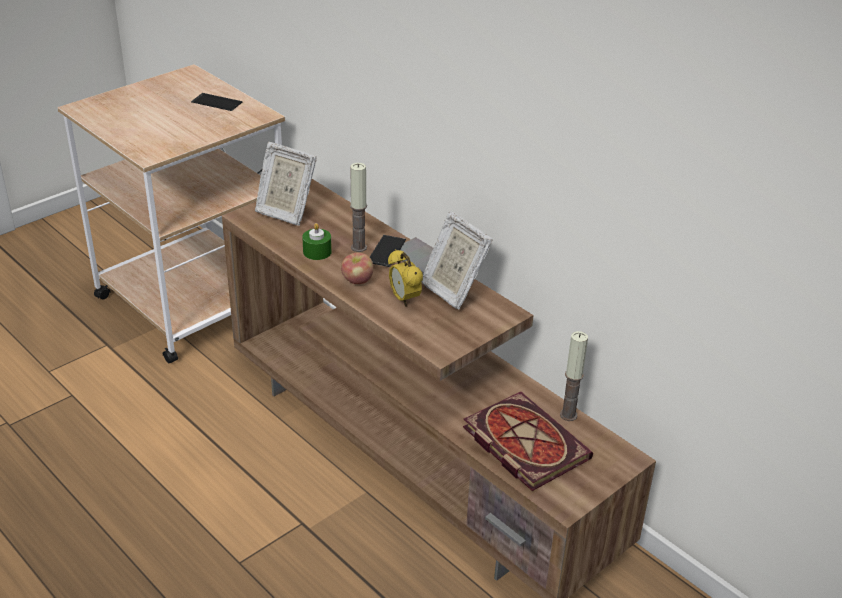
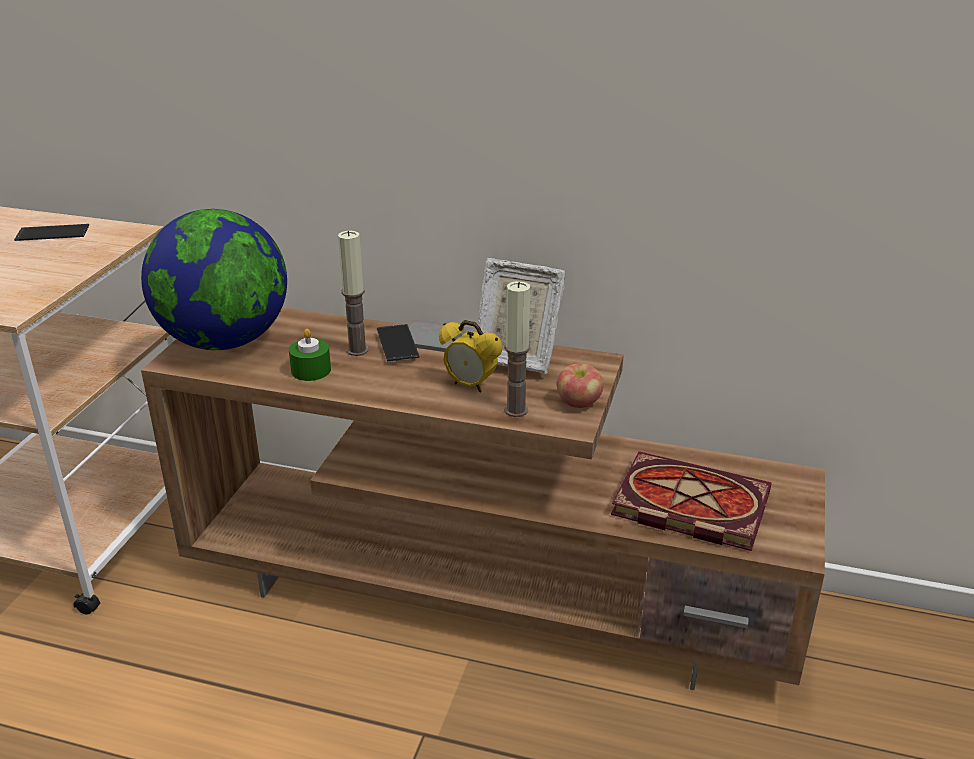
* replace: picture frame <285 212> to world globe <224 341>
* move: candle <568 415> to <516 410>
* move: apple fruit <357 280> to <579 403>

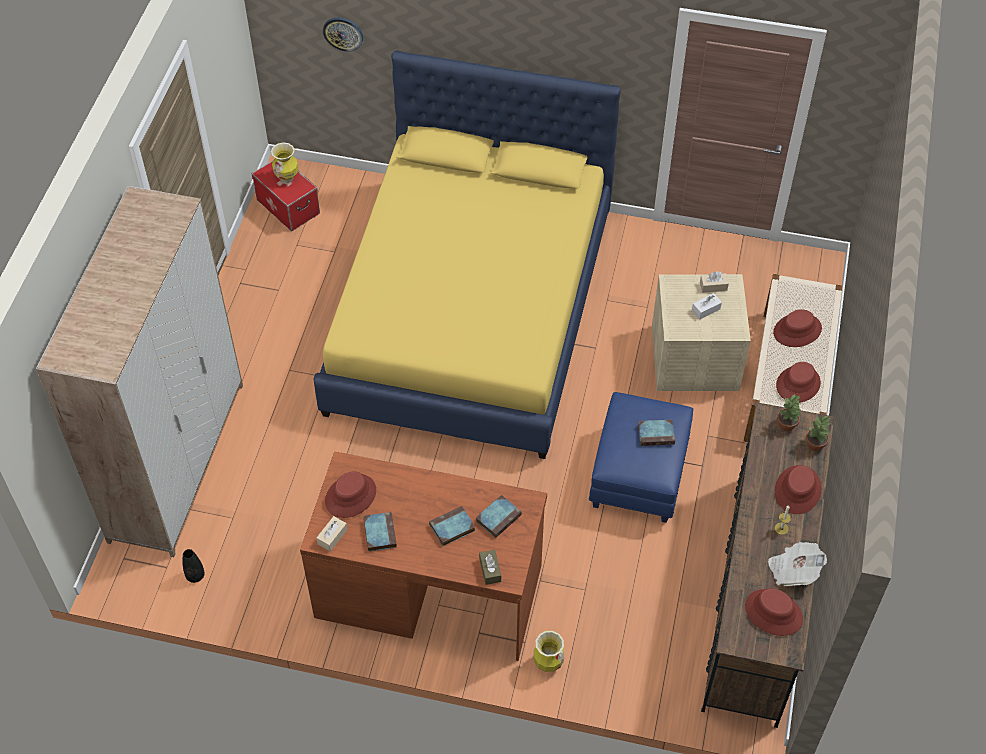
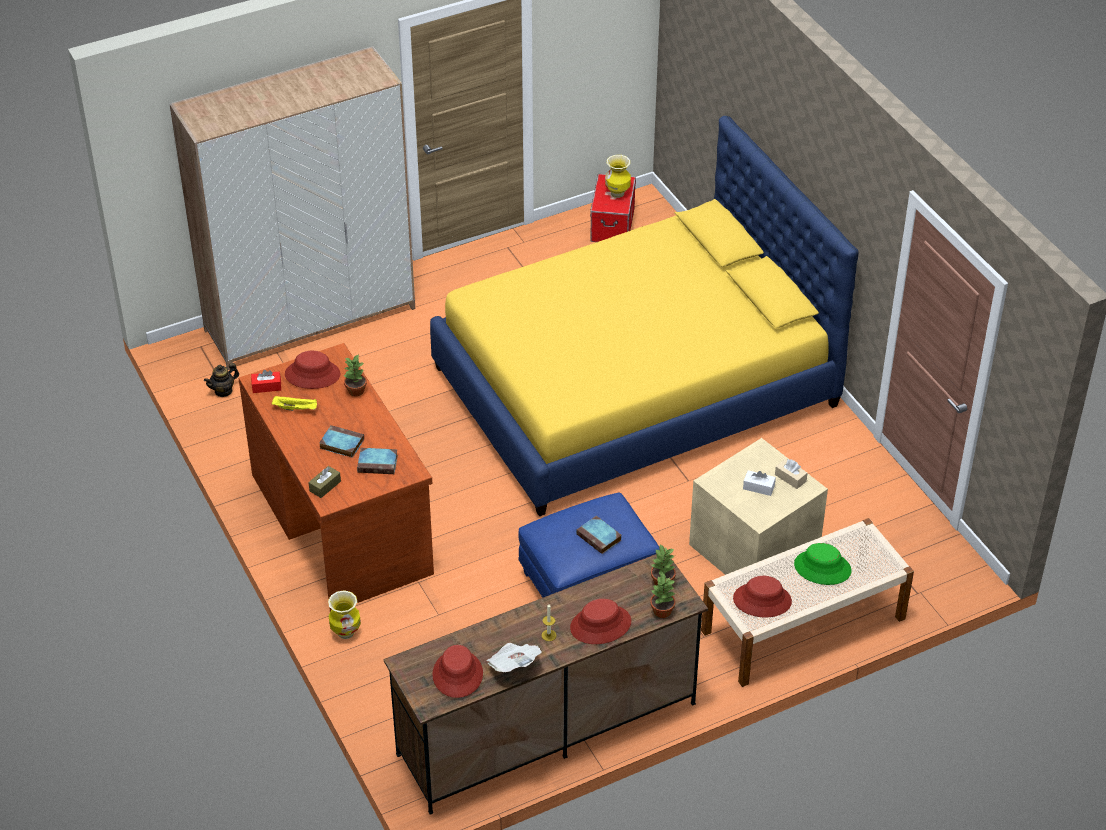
* replace: flower vase in black <195 576> to pot for tea <223 391>
* recolor: box of tissues in sand-coloured <332 537> to box of tissues in red <266 386>
* replace: book <379 533> to serving tray in yellow-coloured <296 408>
* insert: houseplant <355 391>
* recolor: hat in red <797 331> to hat in green-coloured <822 568>
* delete: wall clock <343 33>

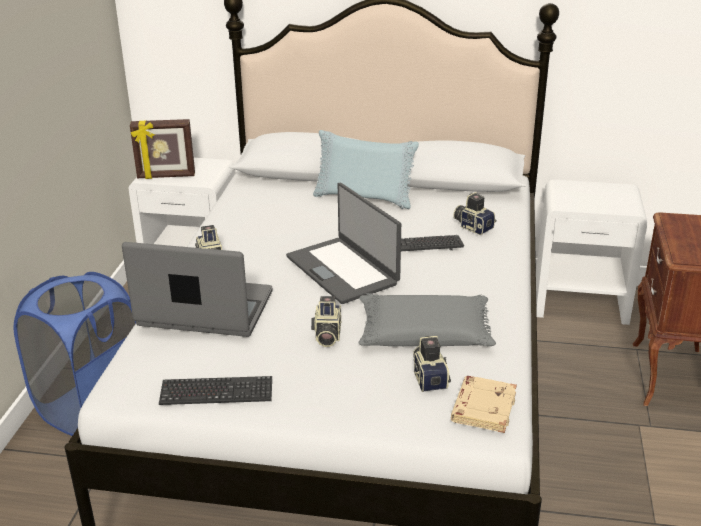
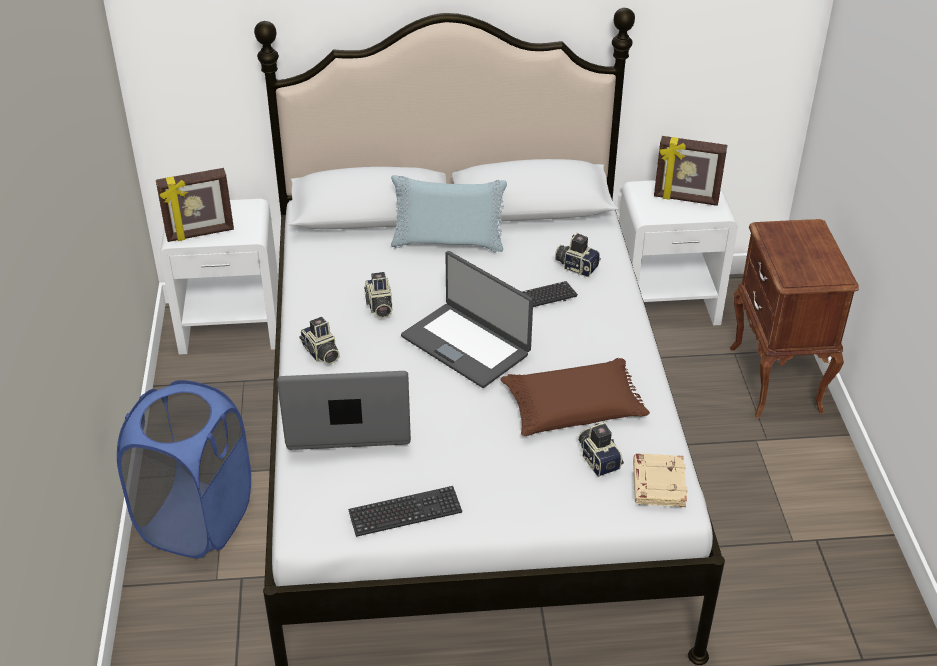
* move: still camera <326 335> to <379 306>
* recolor: pillow in greyish <424 329> to pillow in brown <573 404>
* insert: picture frame <685 199>

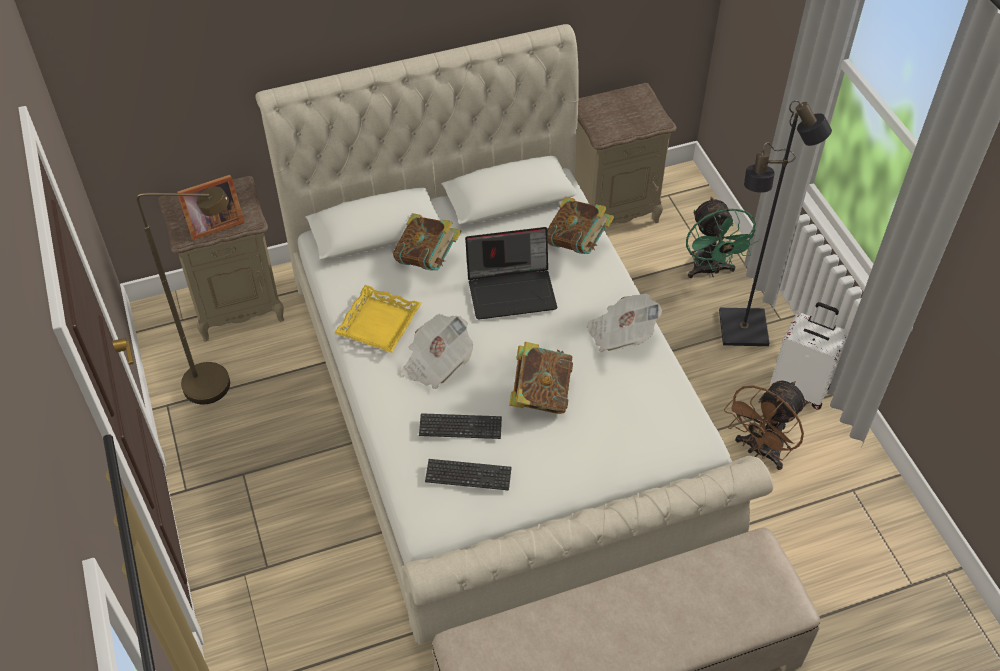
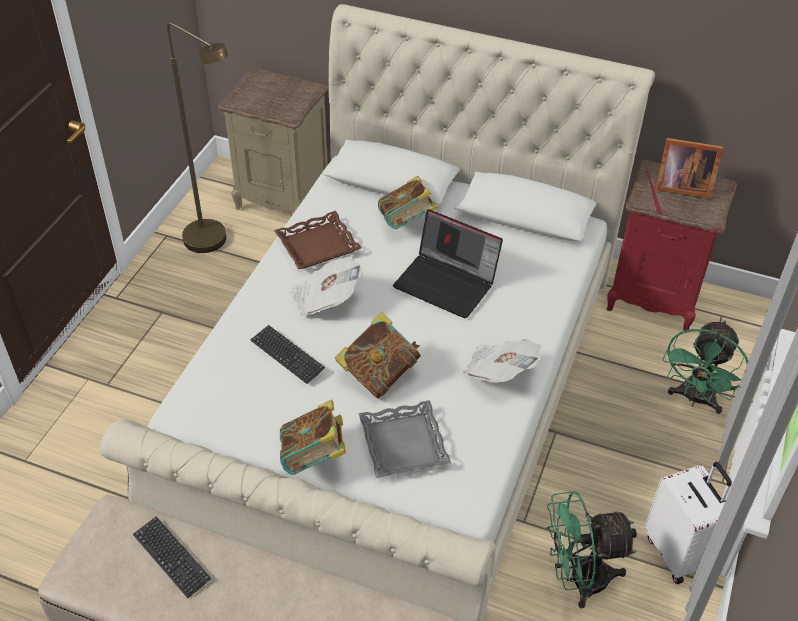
* move: computer keyboard <468 475> to <171 557>
* recolor: serving tray in yellow-coloured <379 324> to serving tray in brown <318 246>
* move: book <577 243> to <314 457>
* insert: serving tray in greyish <404 444>
* recolor: fan in brown <760 451> to fan in green-coloured <578 579>
* recolor: night table in sand-coloured <613 210> to night table in red <654 299>
* move: picture frame <212 224> to <681 186>
* delete: standard lamp in black <743 328>

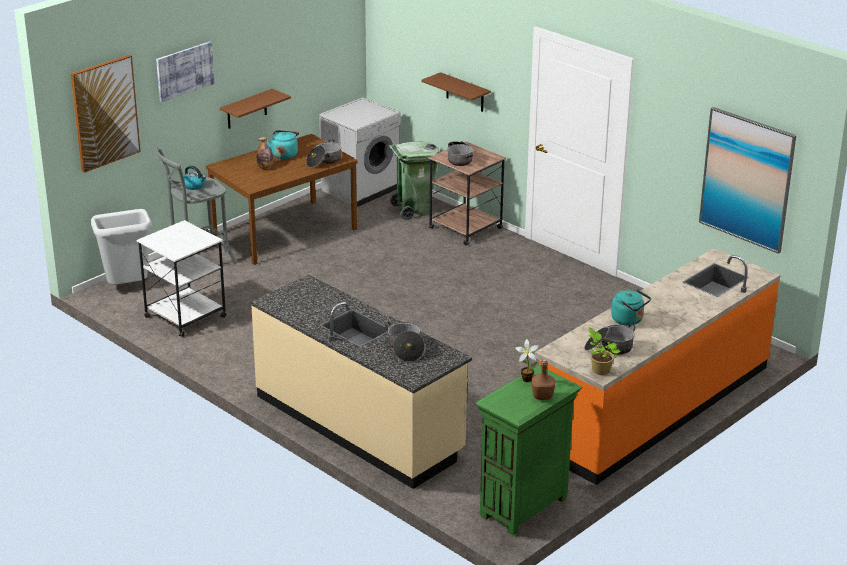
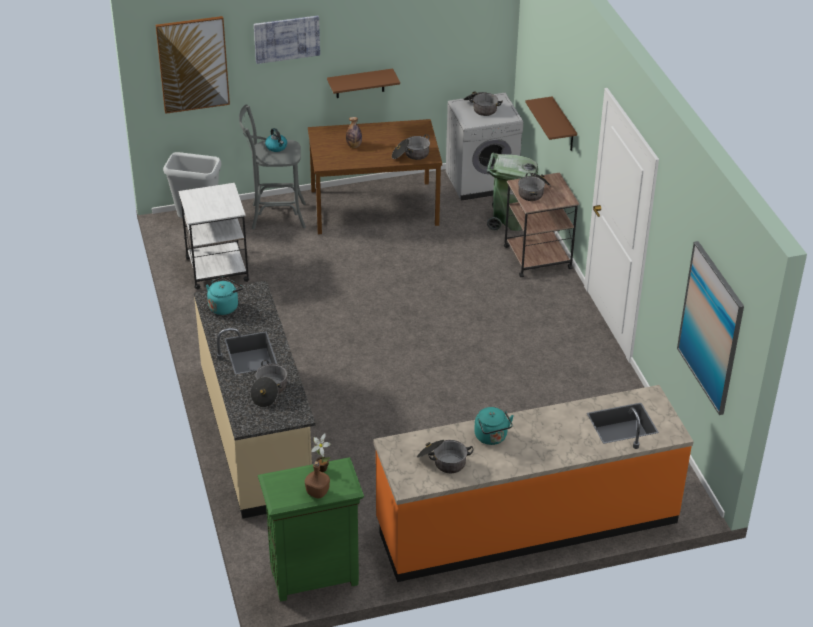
* move: water kettle in turquoise <285 154> to <224 306>
* insert: saucepot <481 108>
* delete: houseplant <600 370>

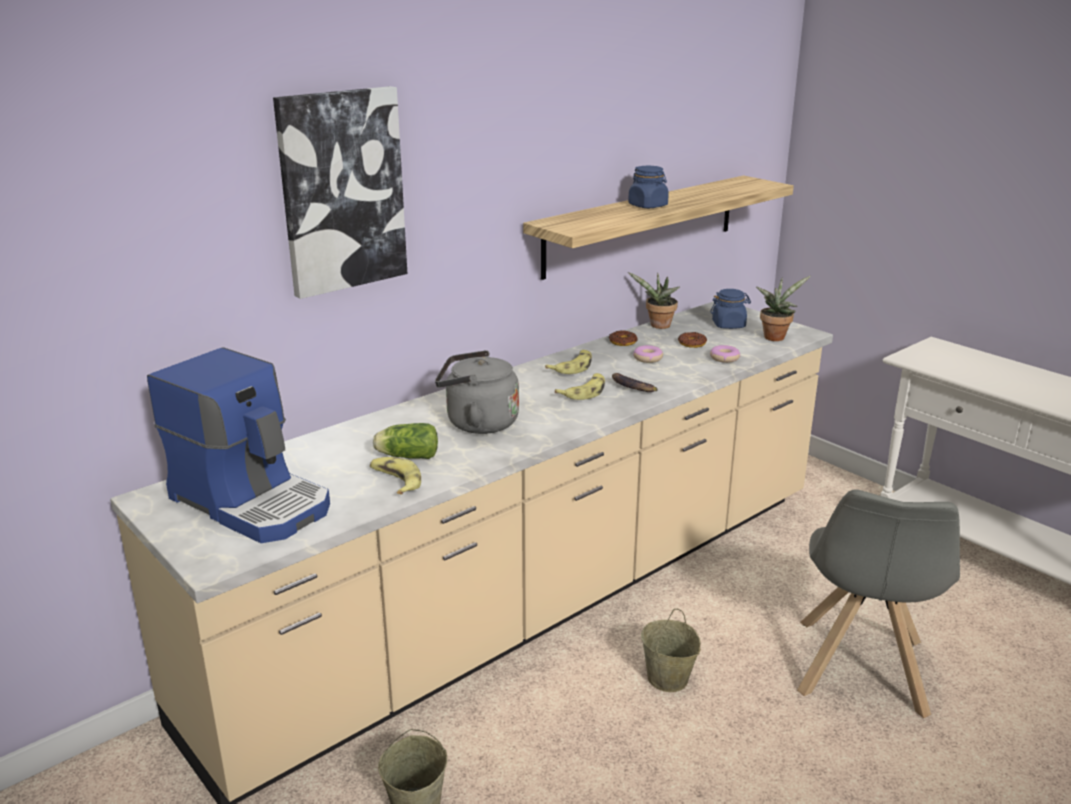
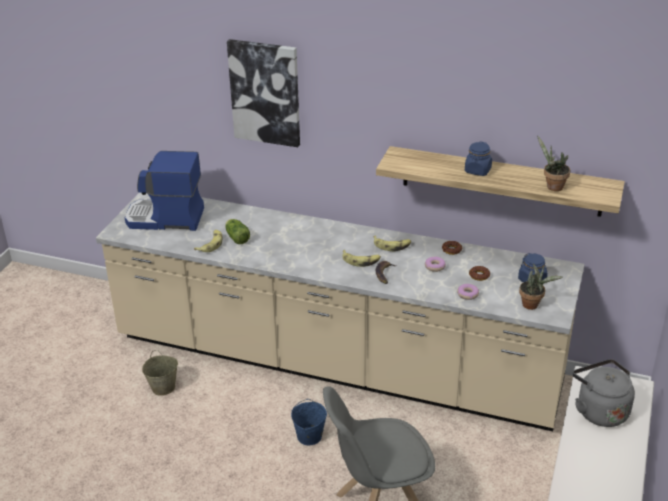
* rotate: coffee maker <253 502> = <165 219> 90 degrees clockwise
* recolor: water bucket in sand-coloured <668 679> to water bucket in blue <309 437>
* move: houseplant <658 326> to <552 186>
* move: water kettle in greyish <477 423> to <599 410>

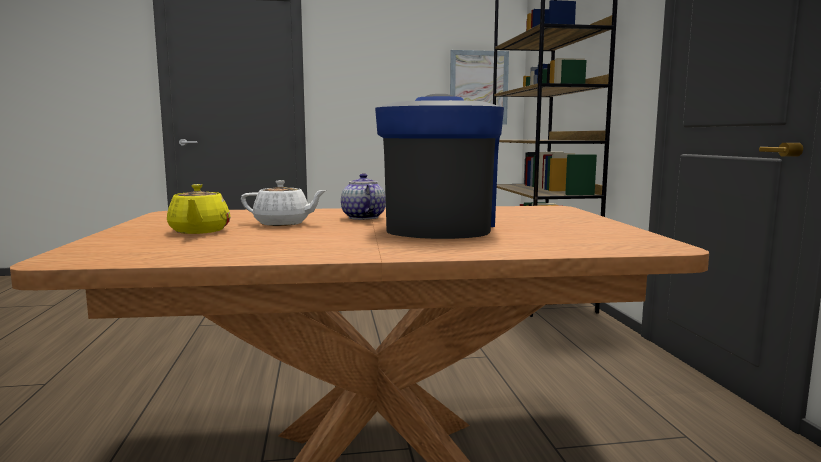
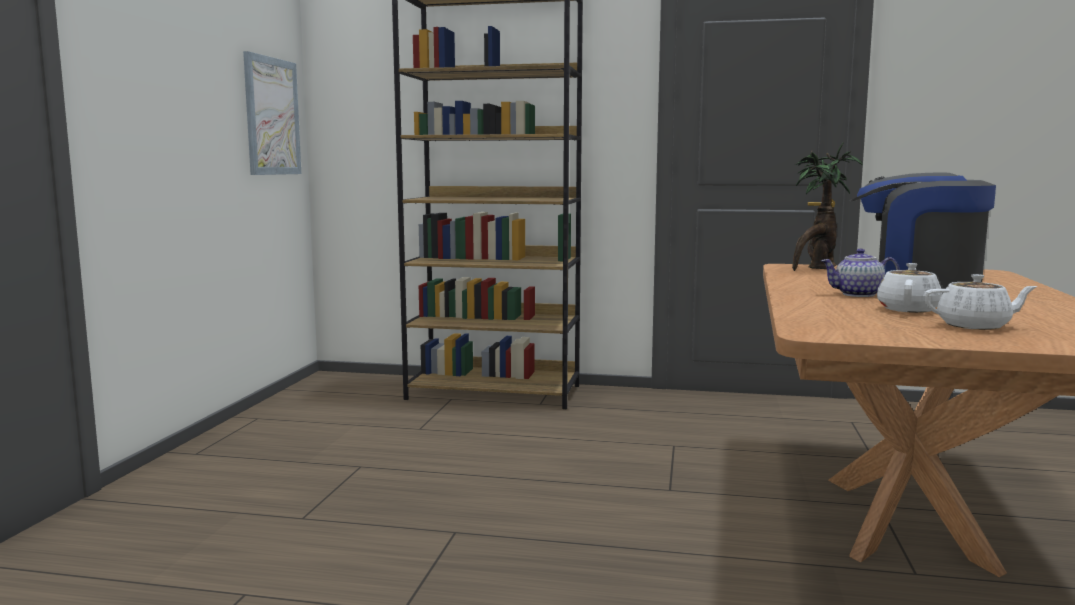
* insert: houseplant <817 269>
* recolor: pot for tea in yellow-coloured <199 231> to pot for tea in white <975 326>

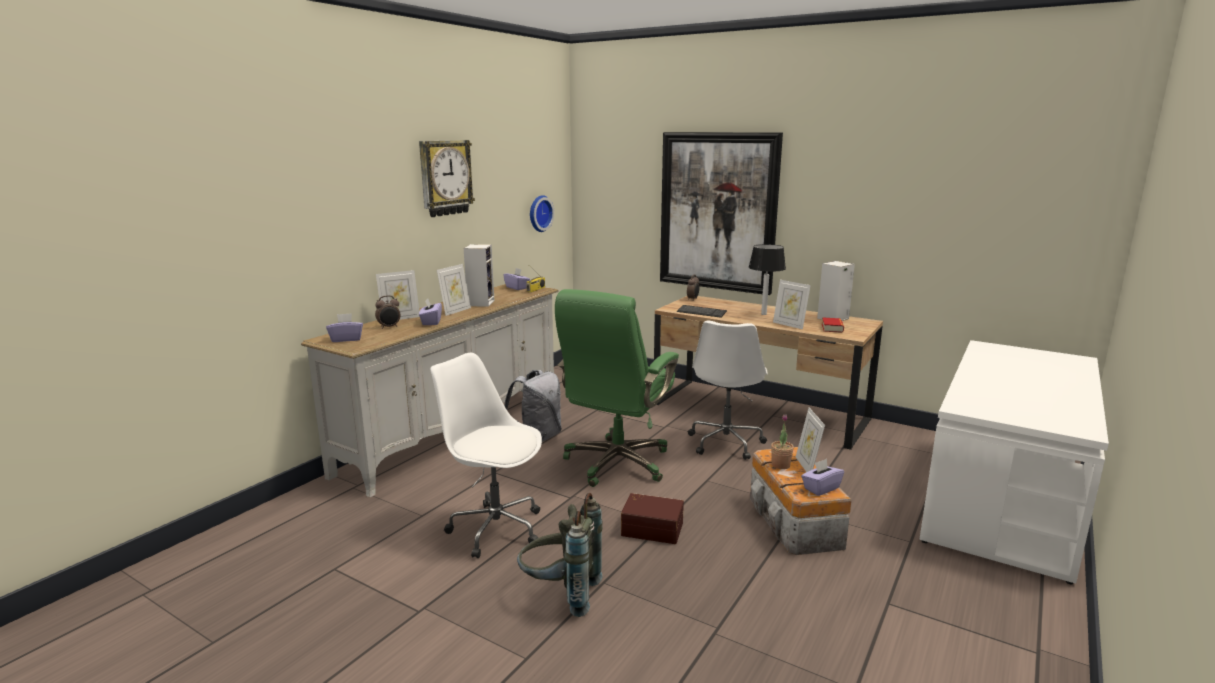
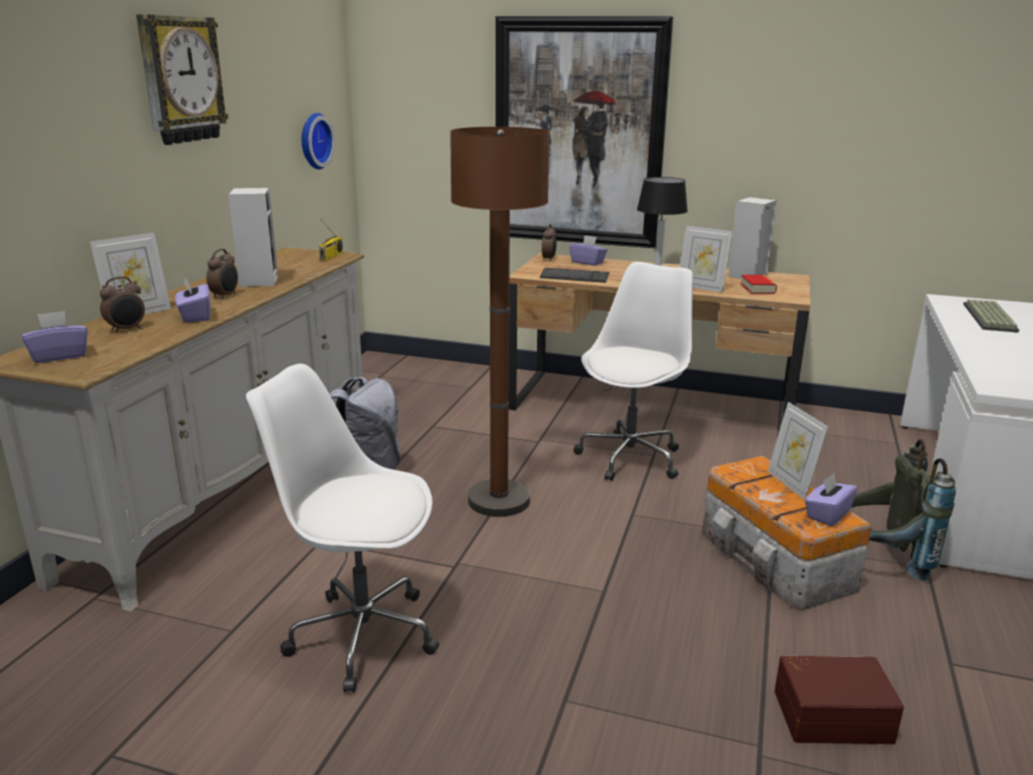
* replace: picture frame <455 311> to alarm clock <225 296>
* replace: office chair in green-coloured <618 461> to standard lamp in brown <499 500>
* move: box of tissues in purple-coloured <517 288> to <587 262>
* rotate: office chair in white <725 444> = <630 458> 150 degrees counterclockwise
* move: storage box in brown <652 528> to <831 714>
* move: rucksack in greyish <561 594> to <878 561>
* insert: computer keyboard <991 318>
* delete: houseplant <780 465>

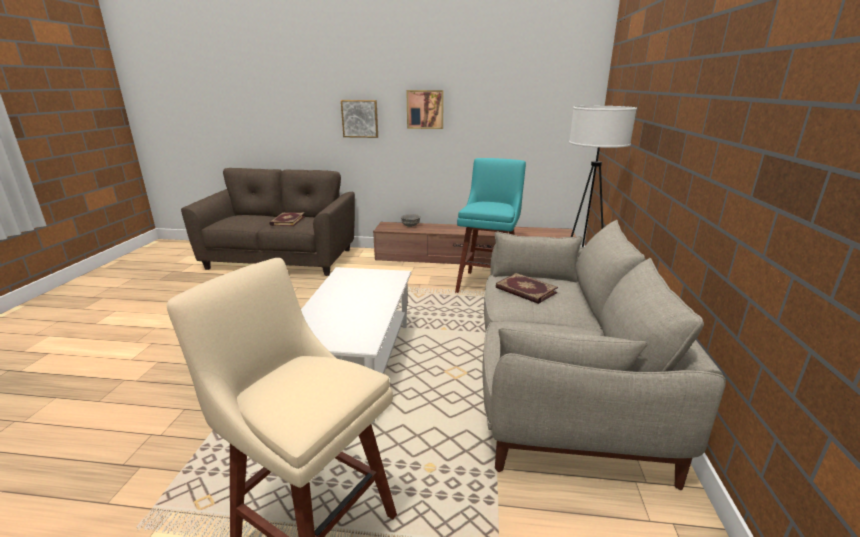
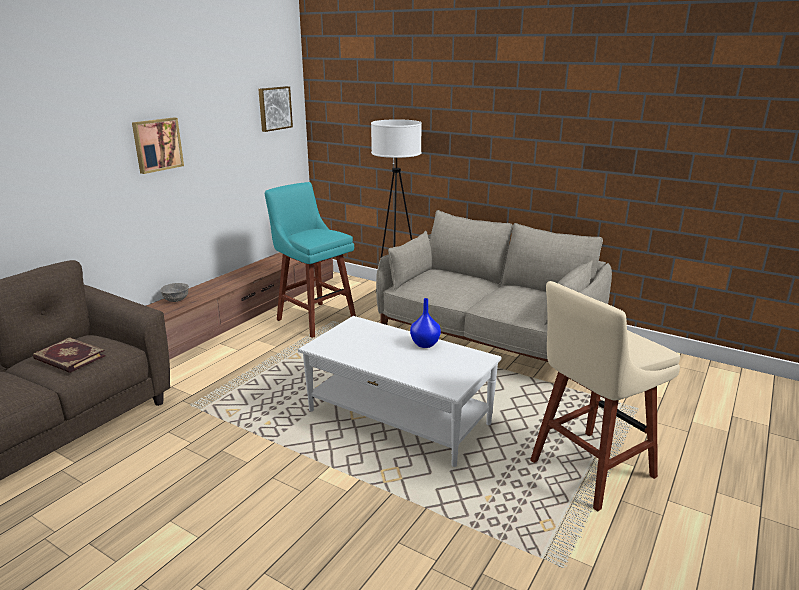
* move: picture <360 118> to <274 108>
* insert: flower vase in blue <424 344>
* delete: book <525 290>

